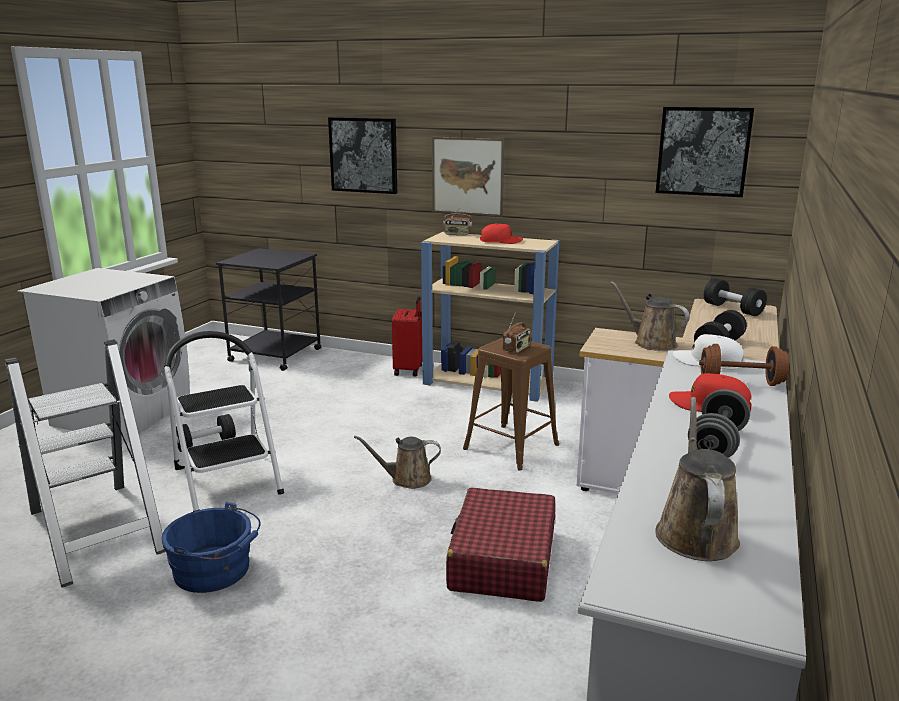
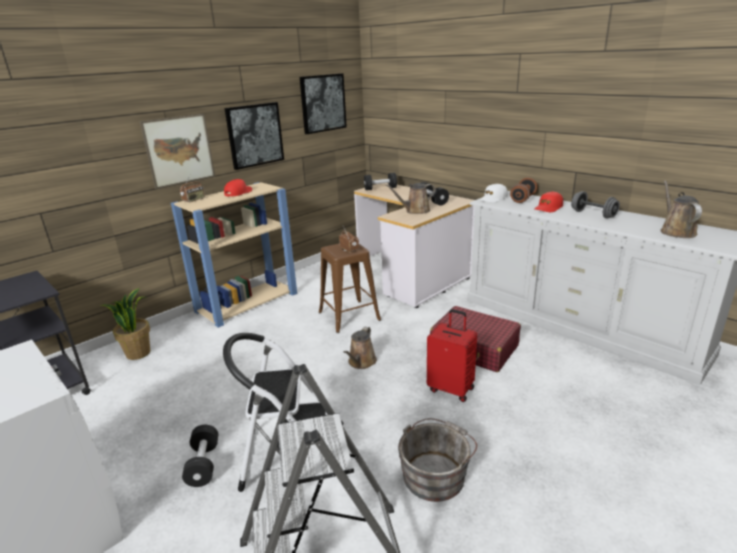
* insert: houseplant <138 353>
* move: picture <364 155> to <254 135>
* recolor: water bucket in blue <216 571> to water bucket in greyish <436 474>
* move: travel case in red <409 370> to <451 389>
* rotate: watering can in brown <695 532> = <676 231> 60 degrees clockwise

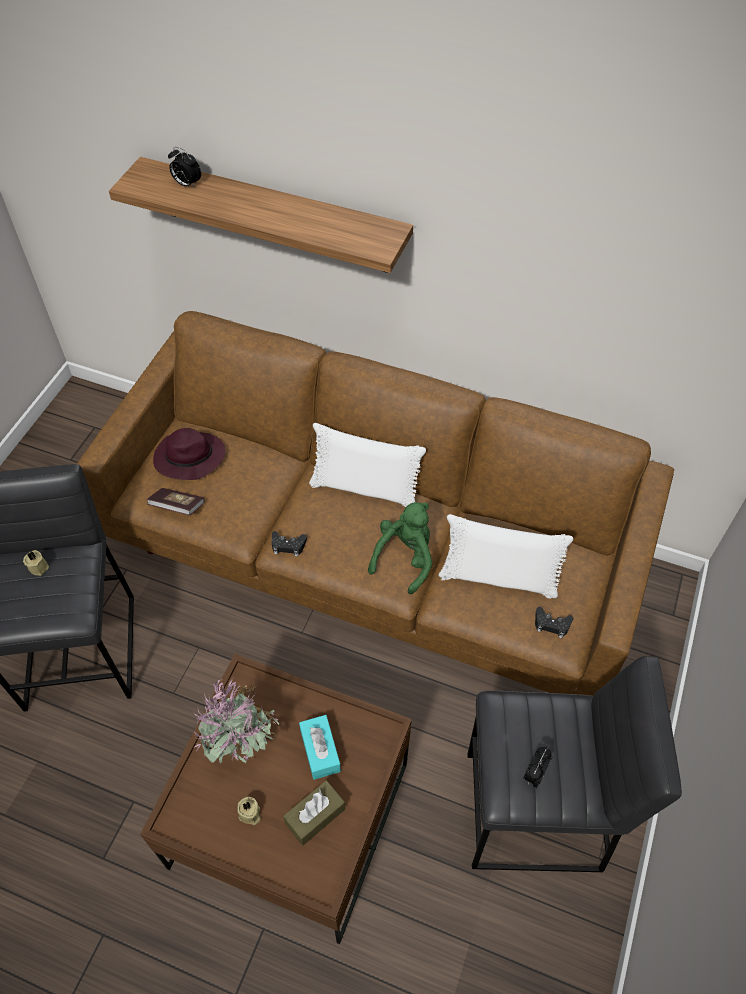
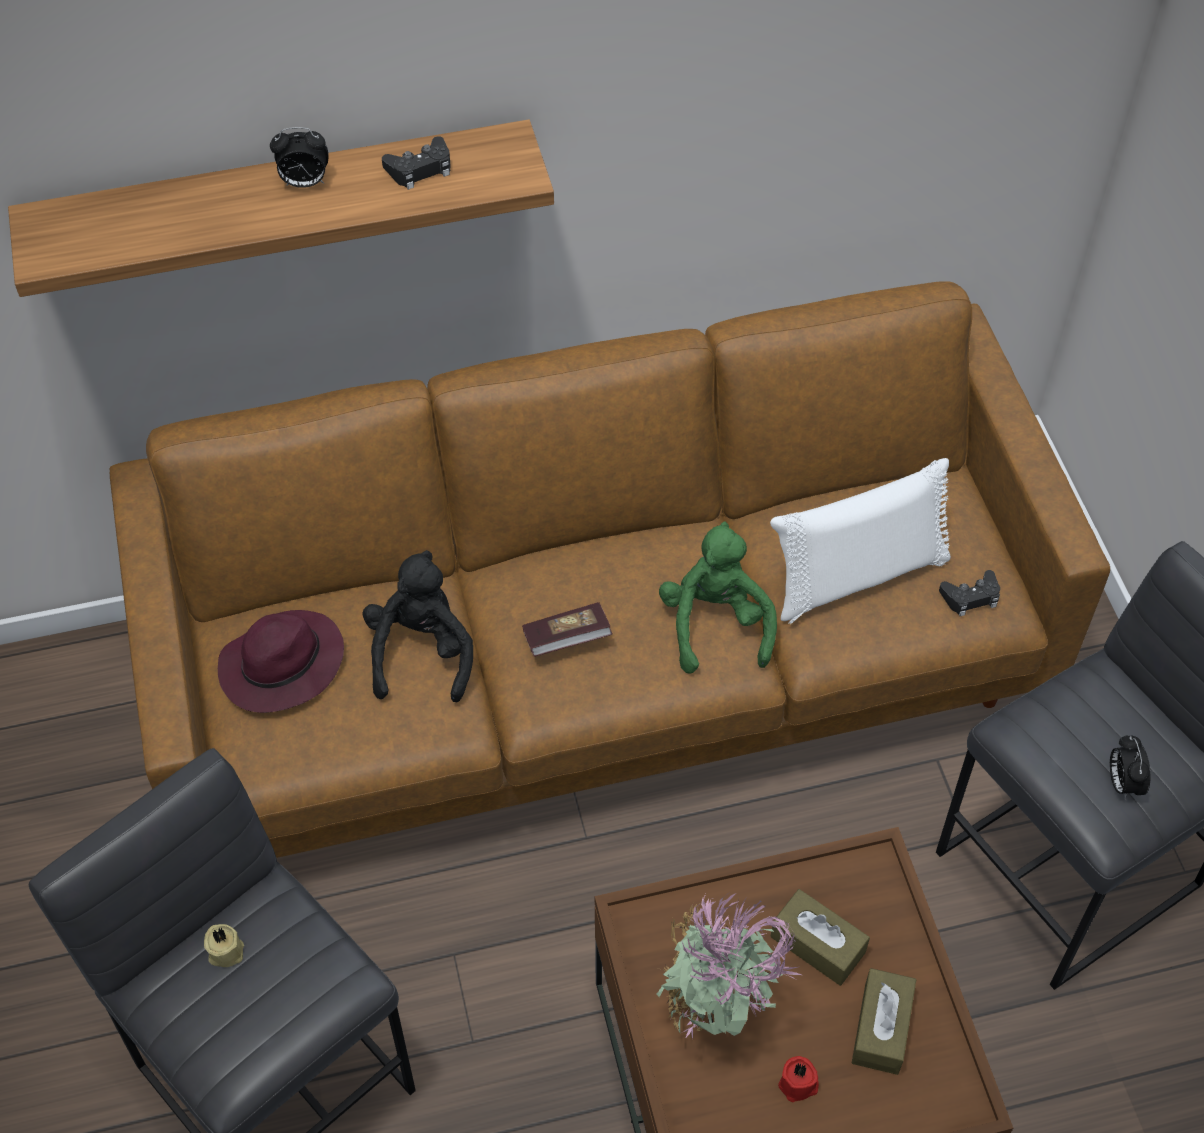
* move: alarm clock <187 184> to <304 183>
* insert: cuddly toy in black <421 652>
* move: gamepad in black <288 546> to <420 169>
* move: book <177 507> to <567 639>
* recolor: box of tissues in turquoise <320 751> to box of tissues in brown <817 944>
* recolor: candle in sand-coloured <250 814> to candle in red <798 1085>
* delete: pillow in white <365 488>

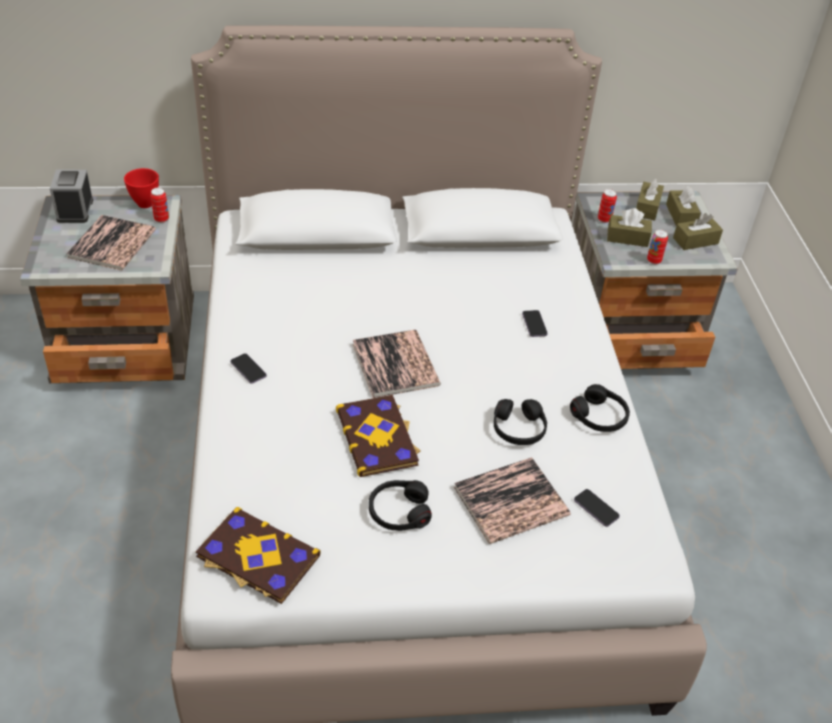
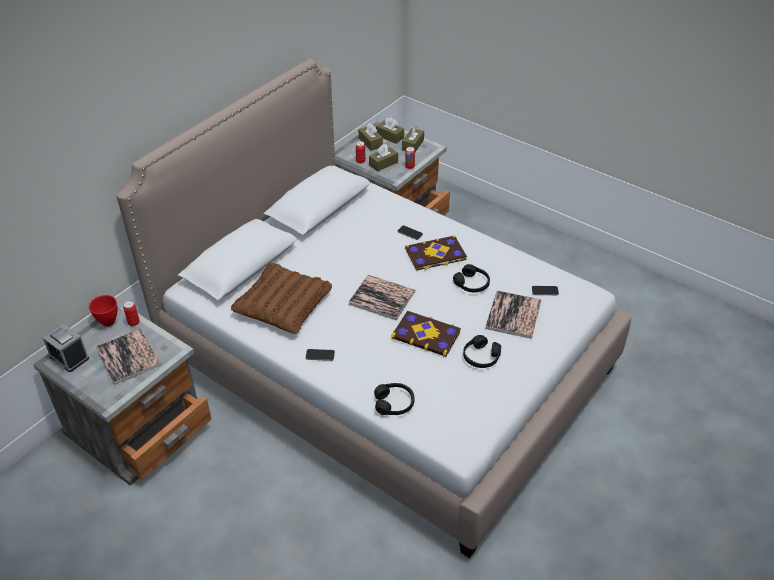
* insert: pillow in brown <283 305>
* move: headset in black <599 416> to <394 403>
* move: book <257 557> to <436 255>

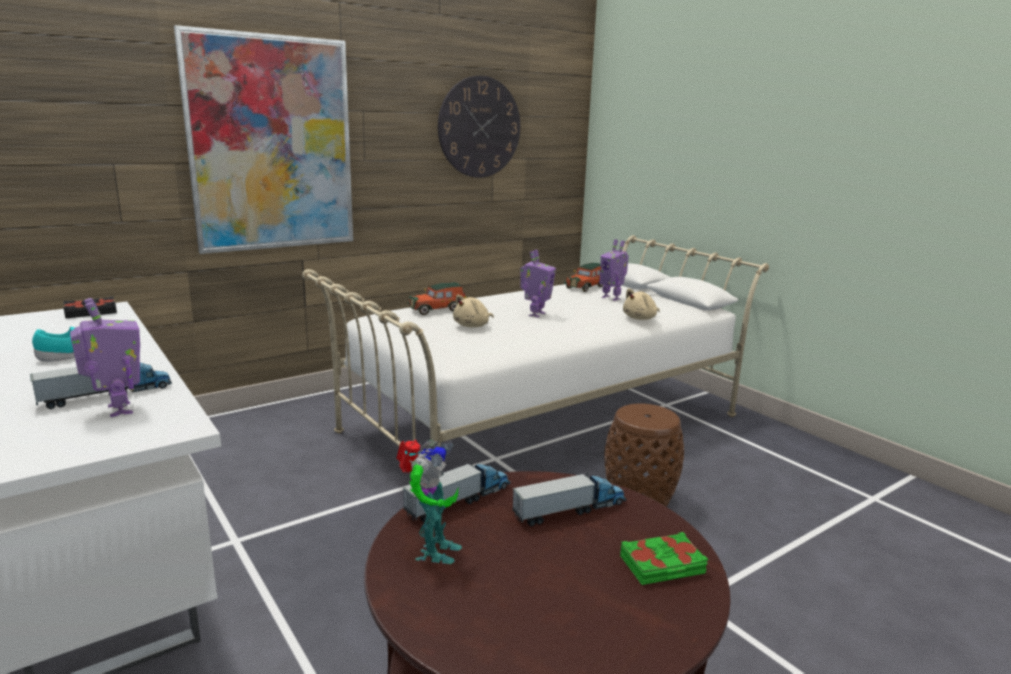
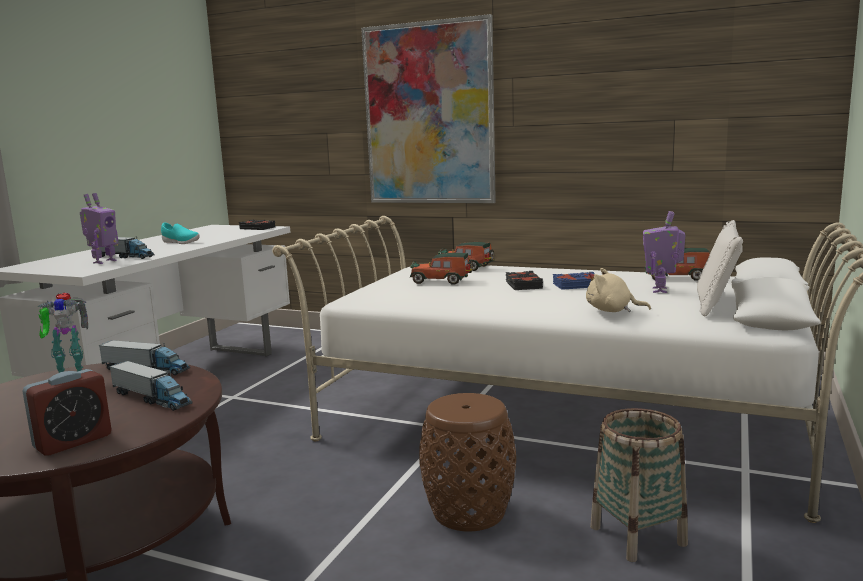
* replace: book in green-coloured <663 565> to alarm clock <73 442>
* replace: cuddly toy in sand-coloured <473 326> to model car <442 281>
* replace: model robot <535 314> to book in black <523 285>
* insert: book in blue <577 285>
* insert: basket <638 535>
* insert: pillow in white <716 303>
* delete: wall clock <479 127>

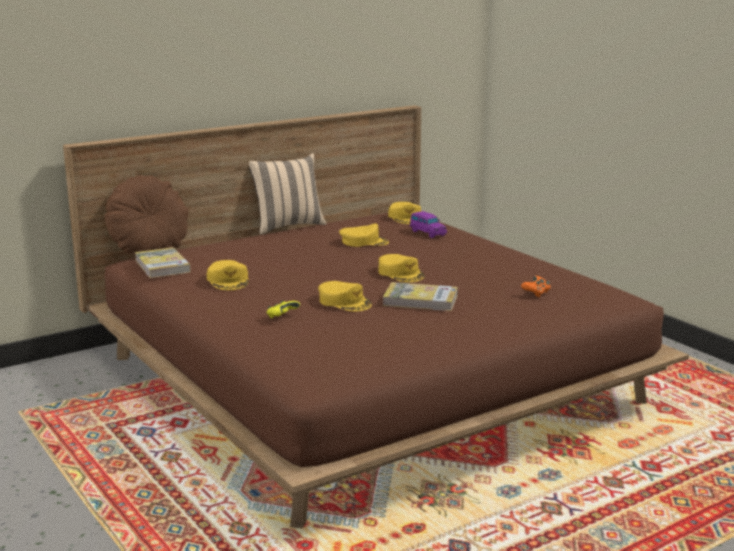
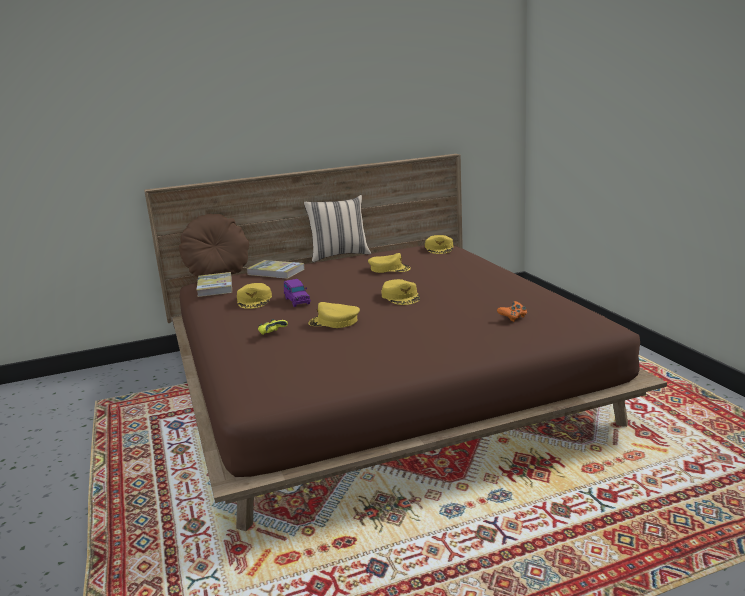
* move: book <420 300> to <276 272>
* move: model car in purple-coloured <427 233> to <297 301>
* rotate: peaked cap in yellow-coloured <344 302> = <334 322> 135 degrees clockwise

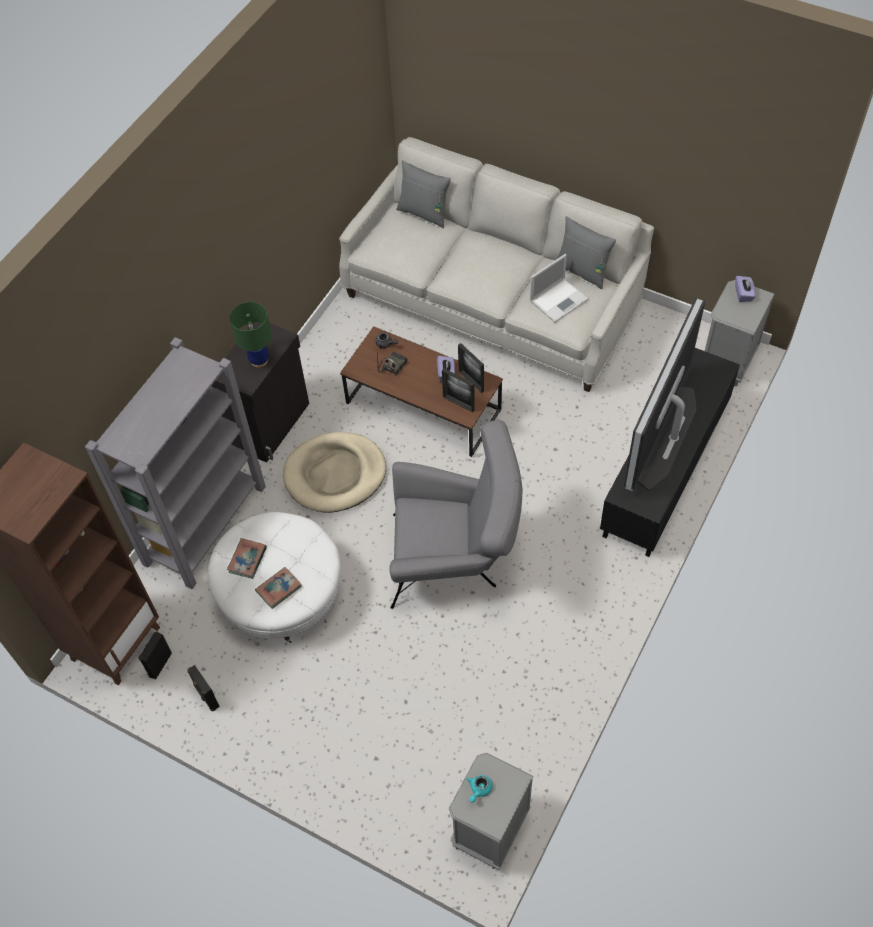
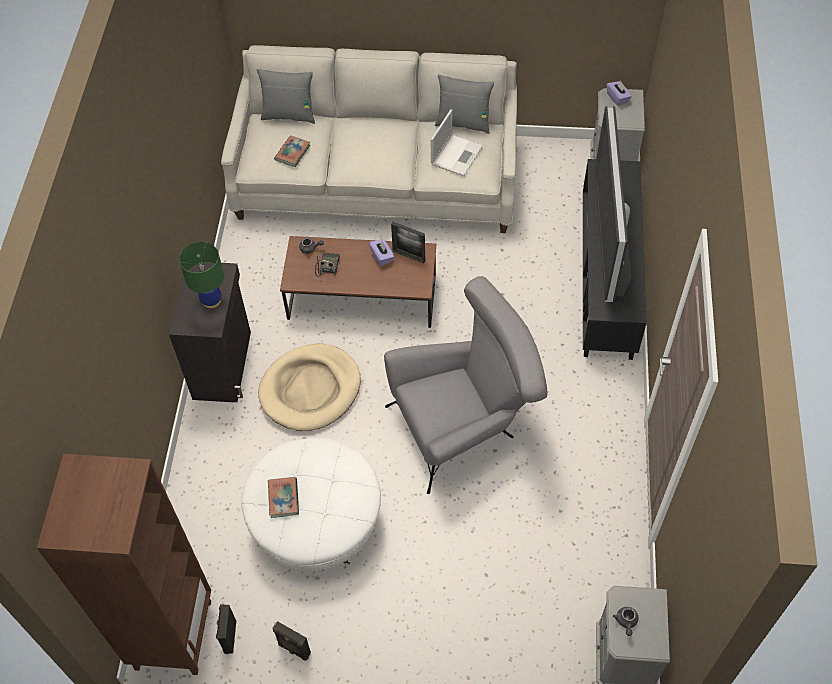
* move: book <278 589> to <292 153>
* recolor: pot for tea in turquoise <479 789> to pot for tea in greyish <626 622>
* delete: shelving unit in greyish <205 524>
* delete: picture frame <458 403>

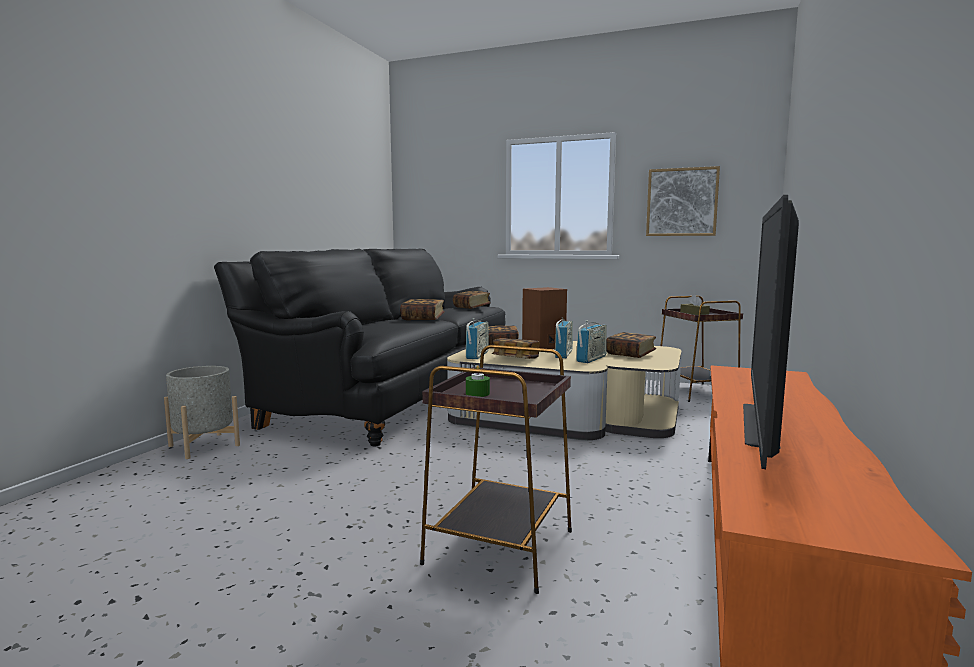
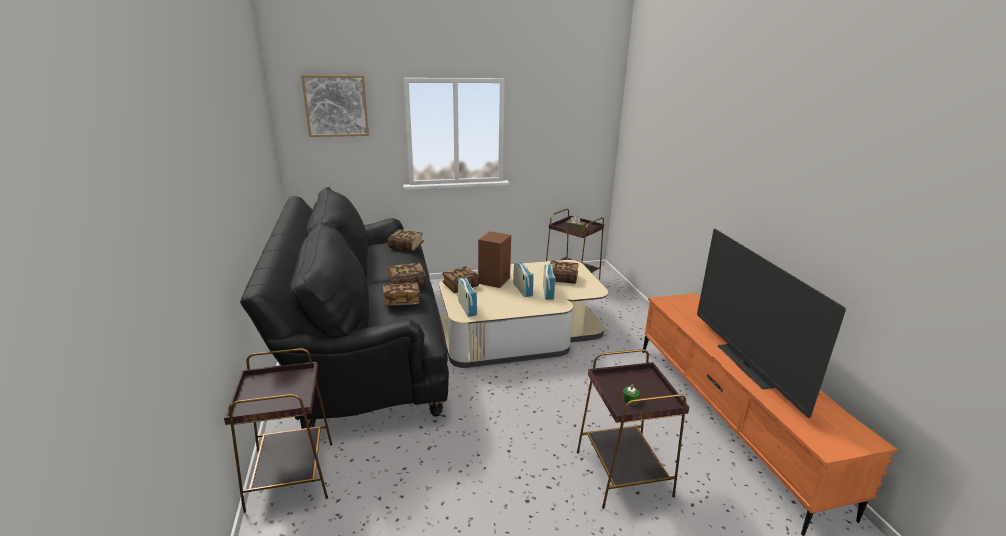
* replace: planter in greyish <204 445> to accent table in brown <292 474>
* move: picture <682 202> to <336 106>
* move: book <516 359> to <402 302>

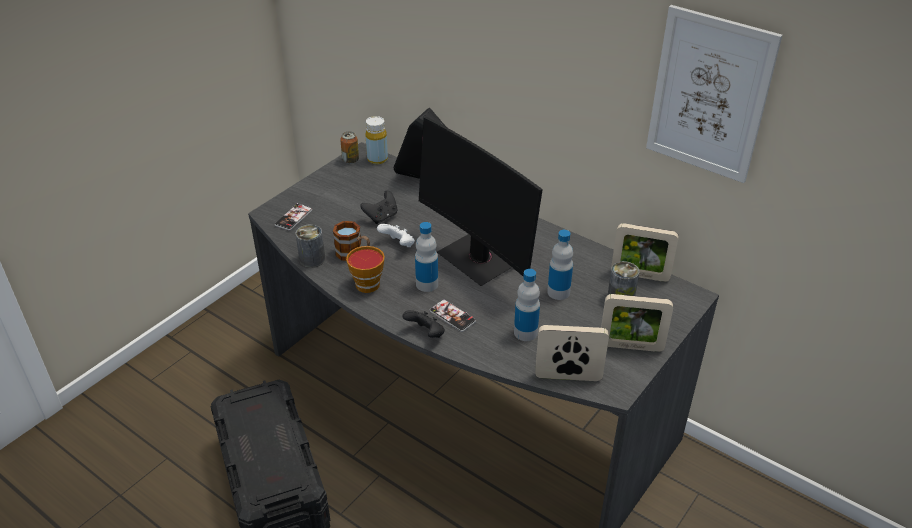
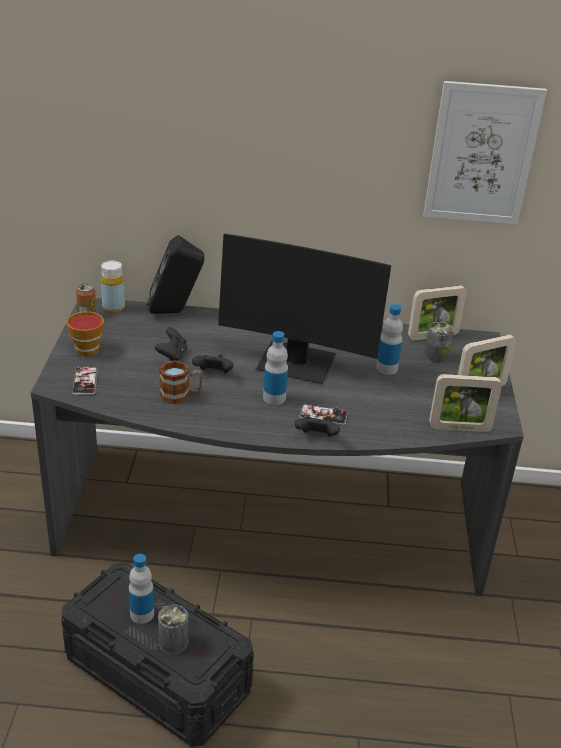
* move: small cup <369 282> to <87 348>
* move: bottle <525 332> to <142 614>
* move: metal can <312 259> to <173 642>
* recolor: gamepad in white <398 245> to gamepad in black <213 374>
* rotate: picture frame <568 377> = <459 428> 150 degrees counterclockwise

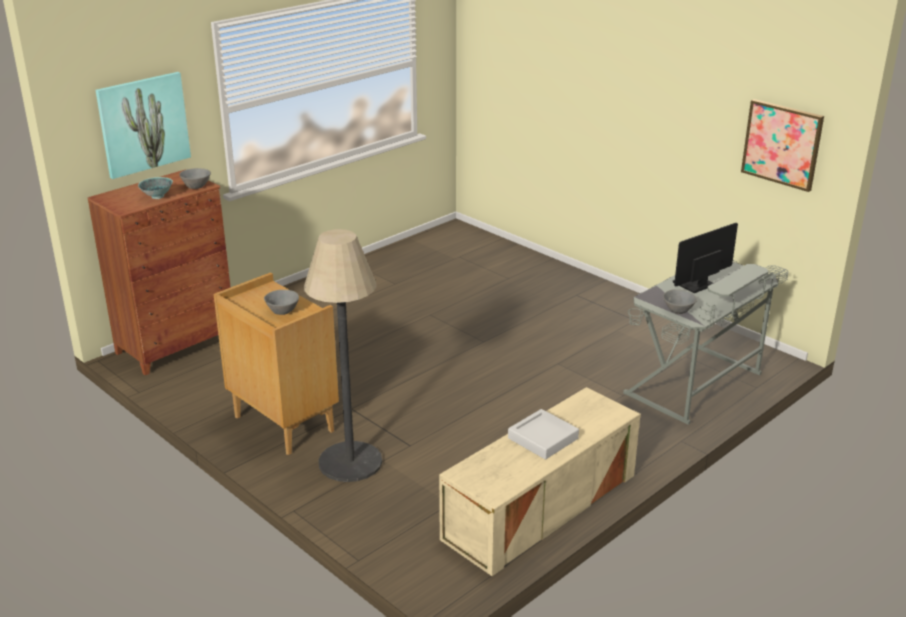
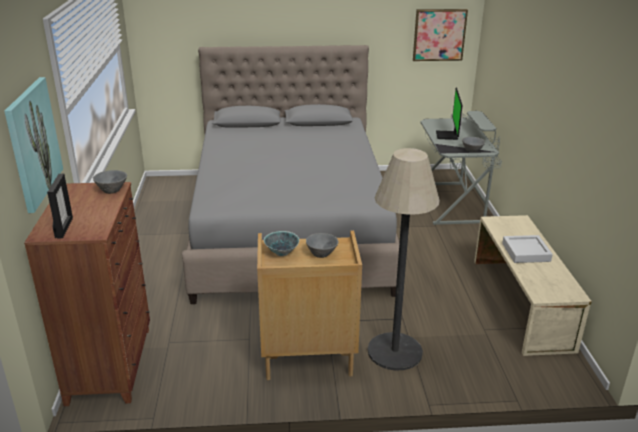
* insert: picture frame <64 228>
* insert: bedroom bed in greyish <290 227>
* move: bowl <157 197> to <281 253>

